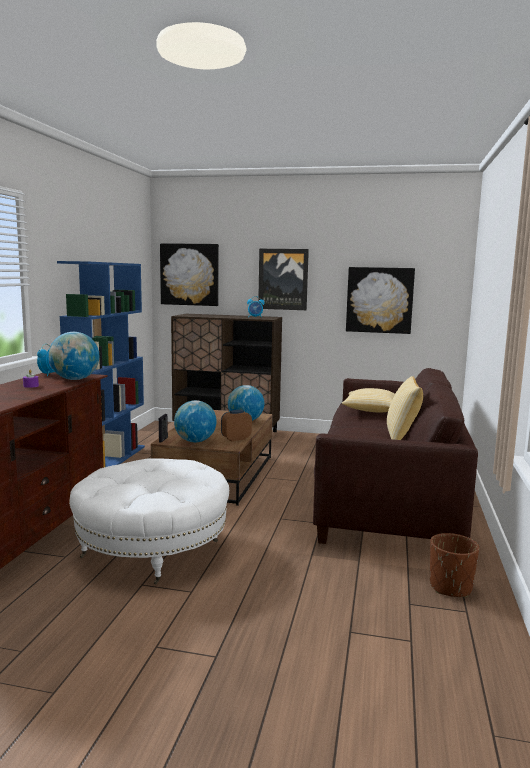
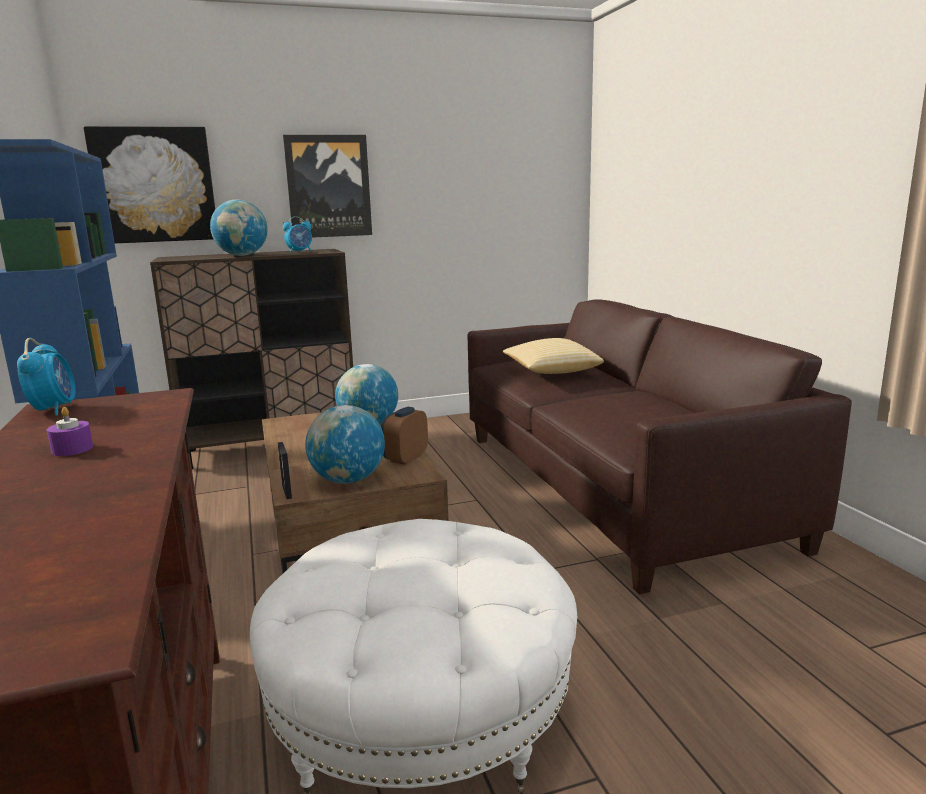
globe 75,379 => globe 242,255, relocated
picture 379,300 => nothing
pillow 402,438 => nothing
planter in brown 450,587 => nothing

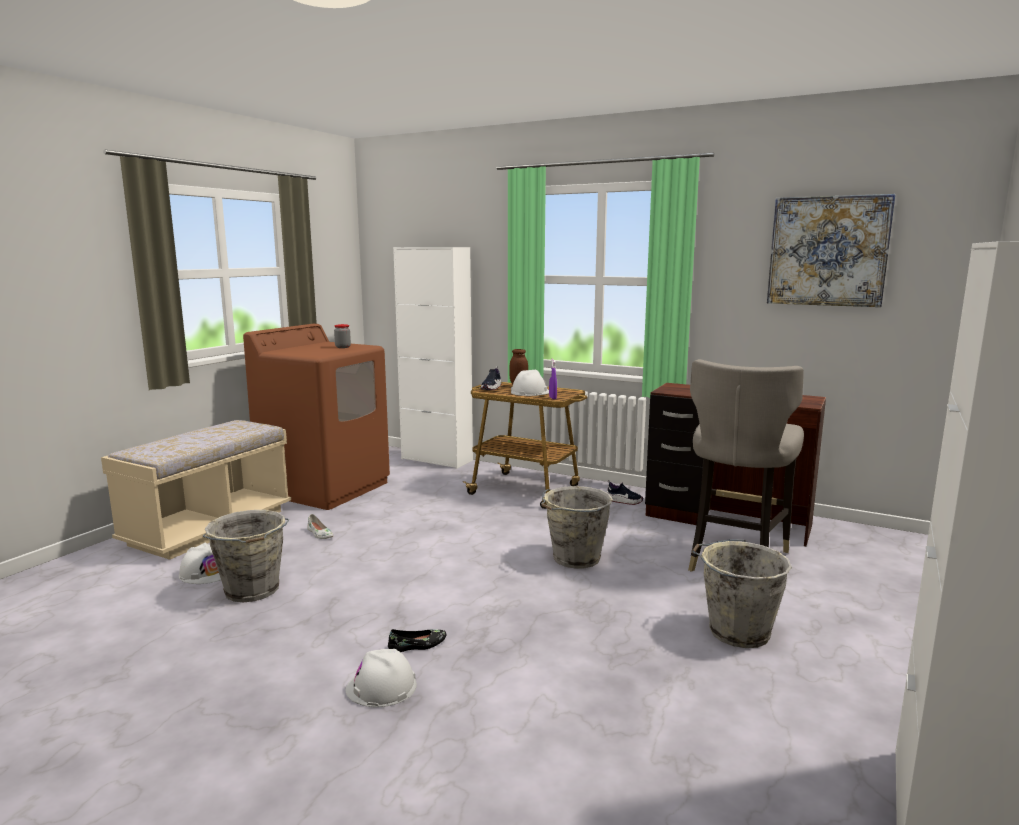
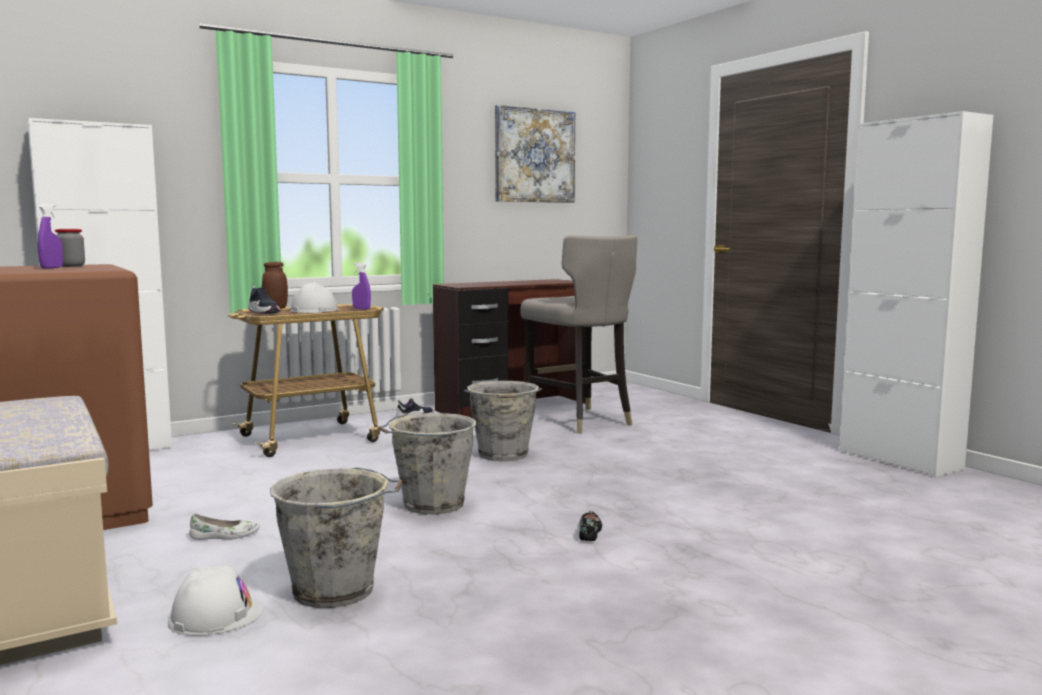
hard hat in white 381,687 => nothing
bucket in grey 736,631 => bucket in grey 431,504, relocated
nothing => spray bottle in purple 51,268

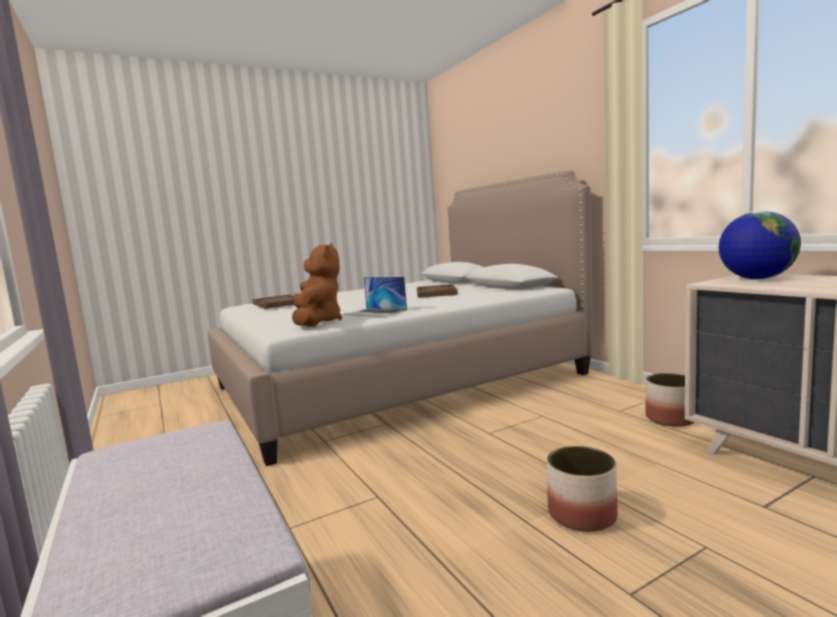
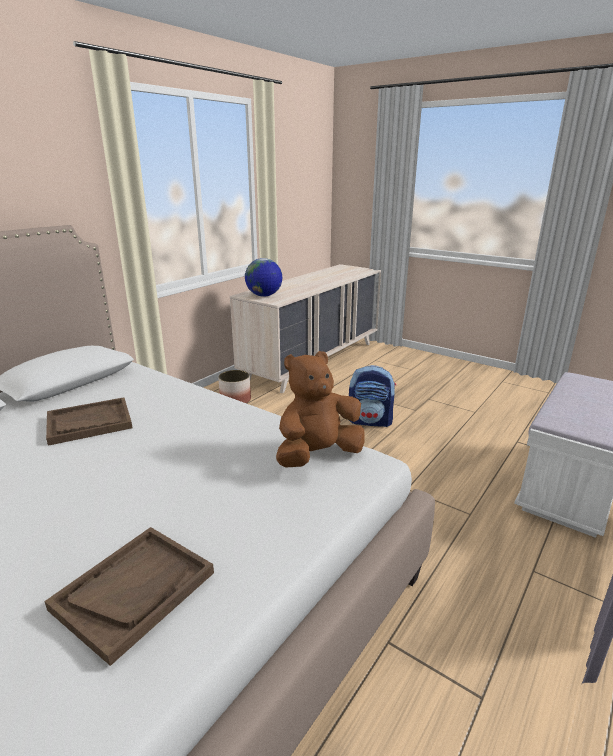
laptop 375,312 => nothing
planter 582,515 => backpack 370,421

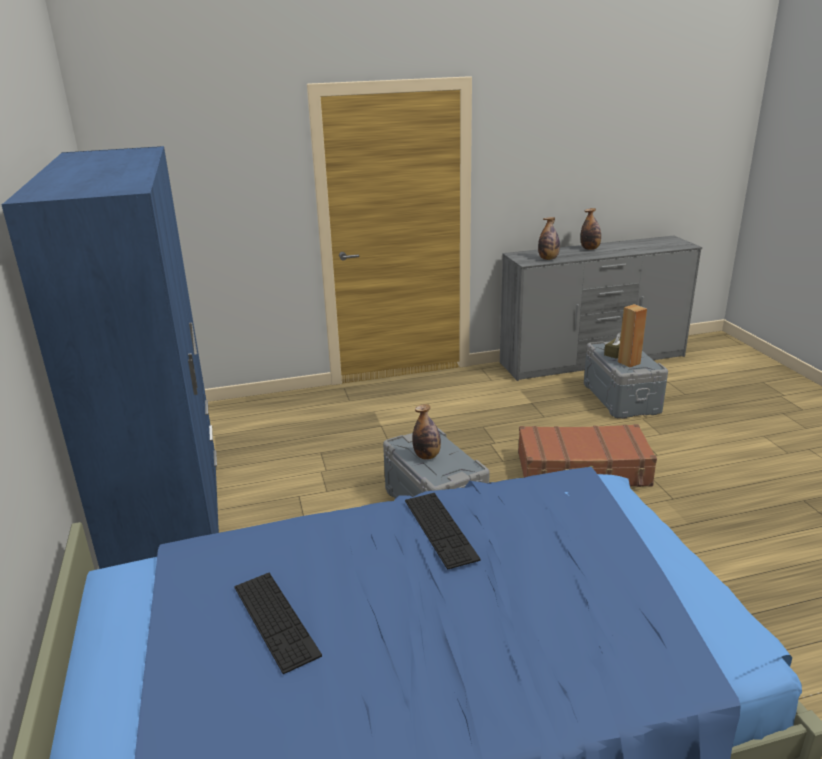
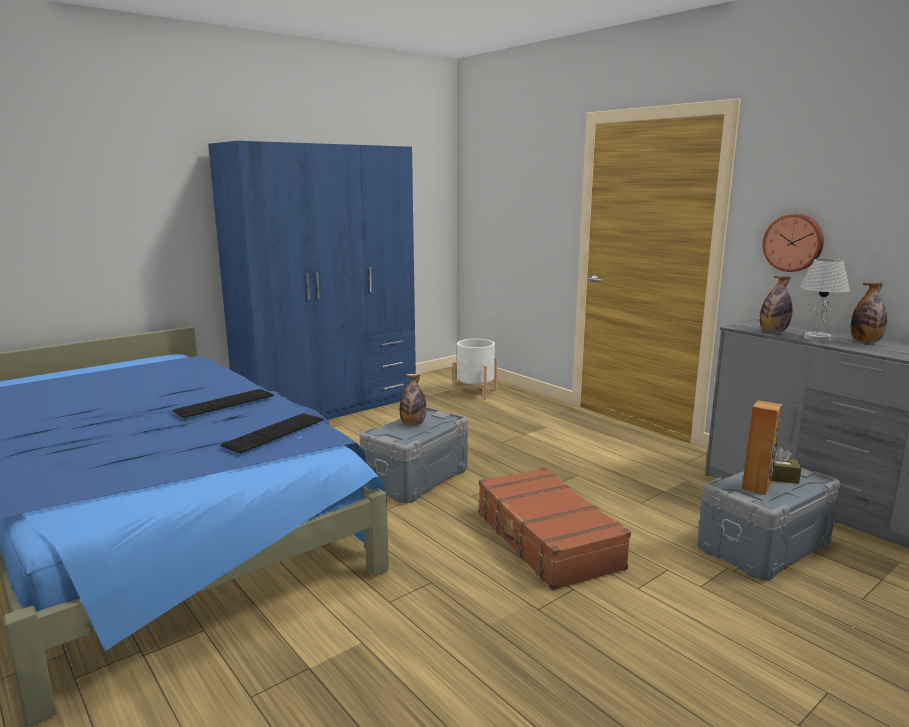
keyboard 275,620 => keyboard 274,432, relocated
nothing => planter in white 475,392
nothing => wall clock 793,242
nothing => table lamp in white 816,338

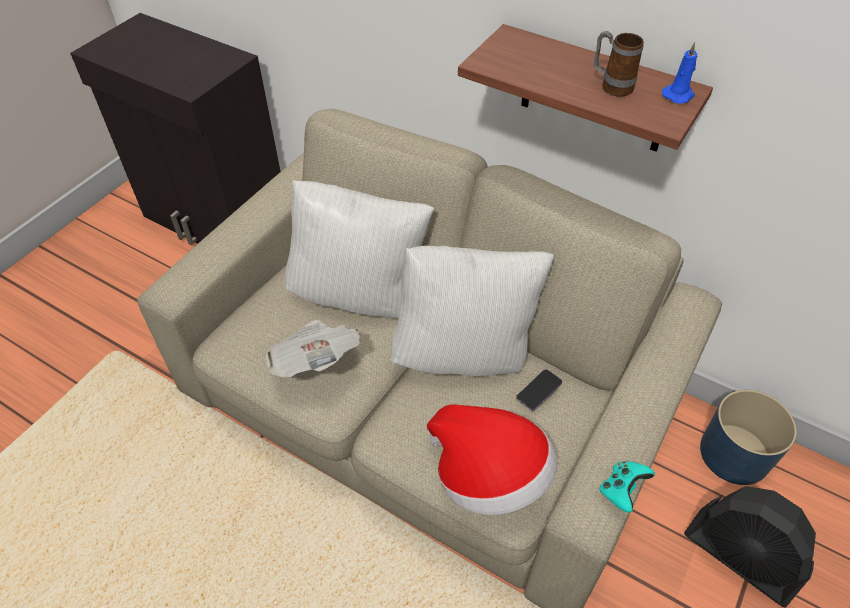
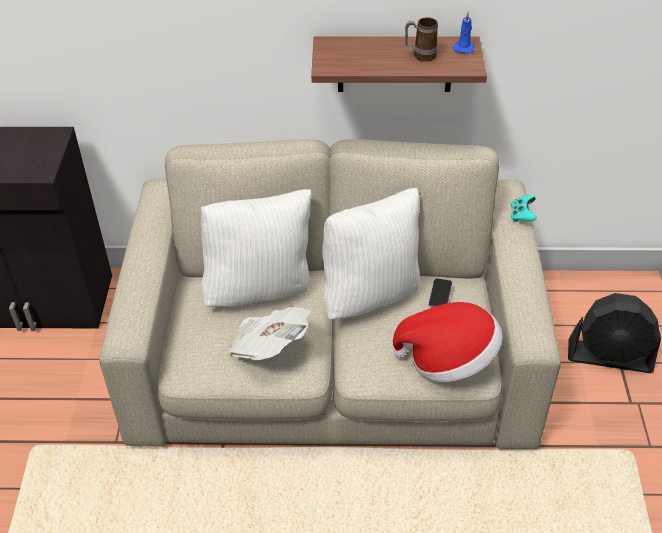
game controller in turquoise 622,490 => game controller in turquoise 522,215, relocated
planter in blue 735,454 => nothing

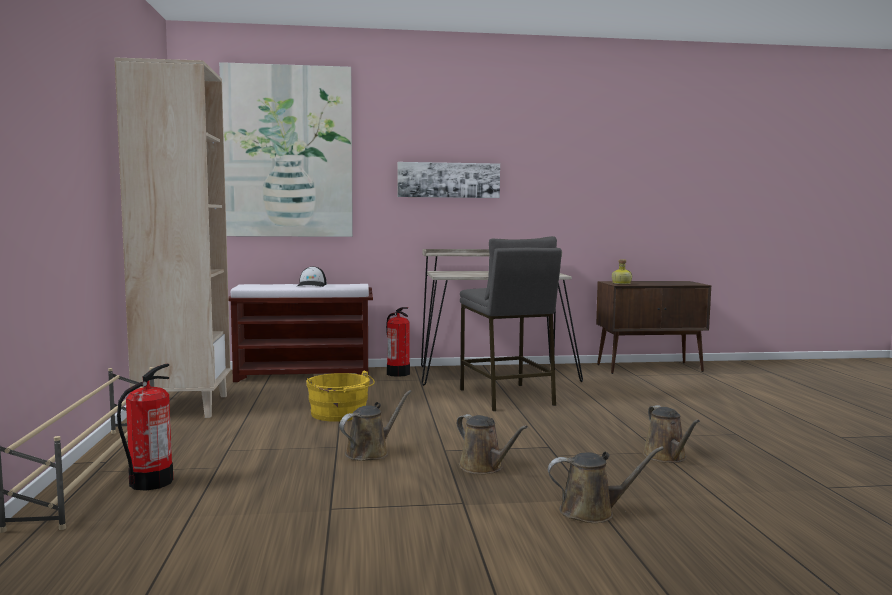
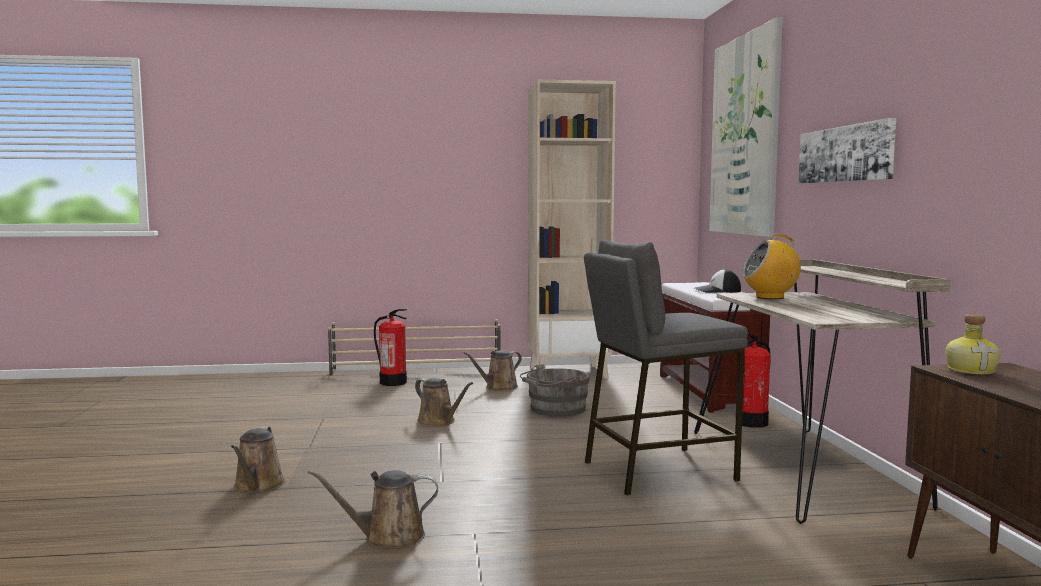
bucket in yellow 340,414 => bucket in grey 555,409
watering can in brown 484,467 => watering can in brown 498,387, relocated
nothing => radio 770,297

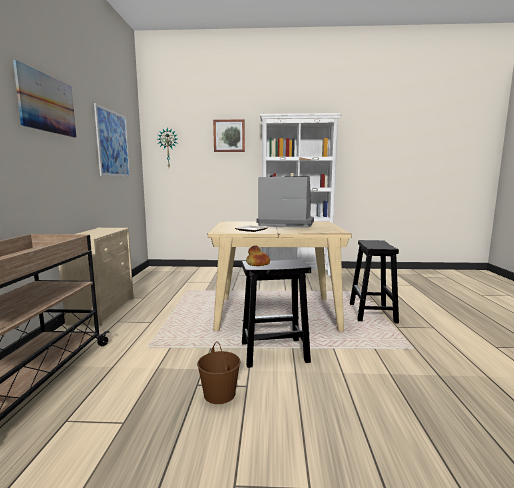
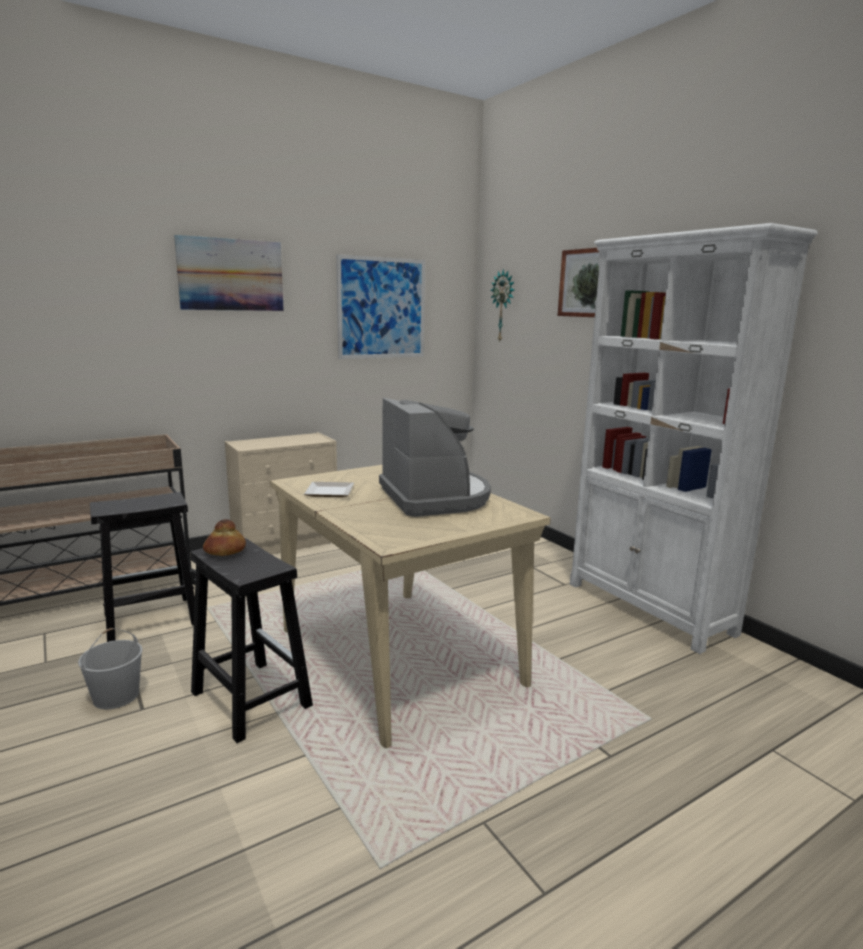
bucket in brown 219,393 => bucket in white 116,695
stool in black 372,313 => stool in black 149,619, relocated

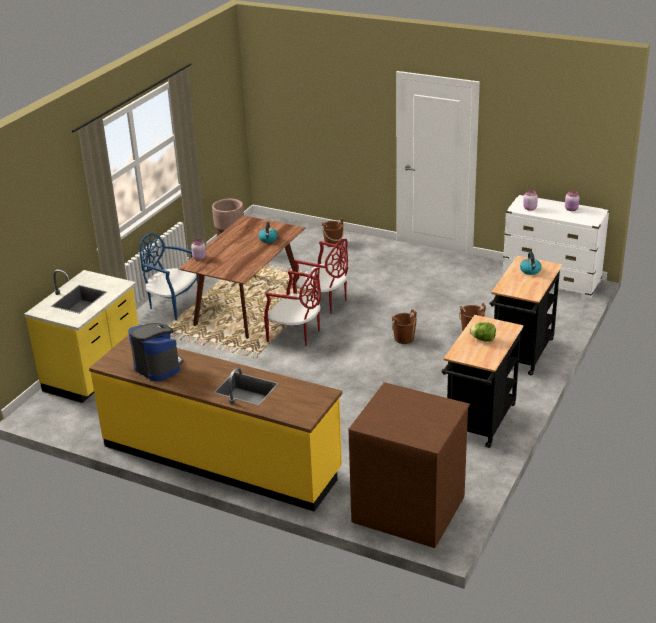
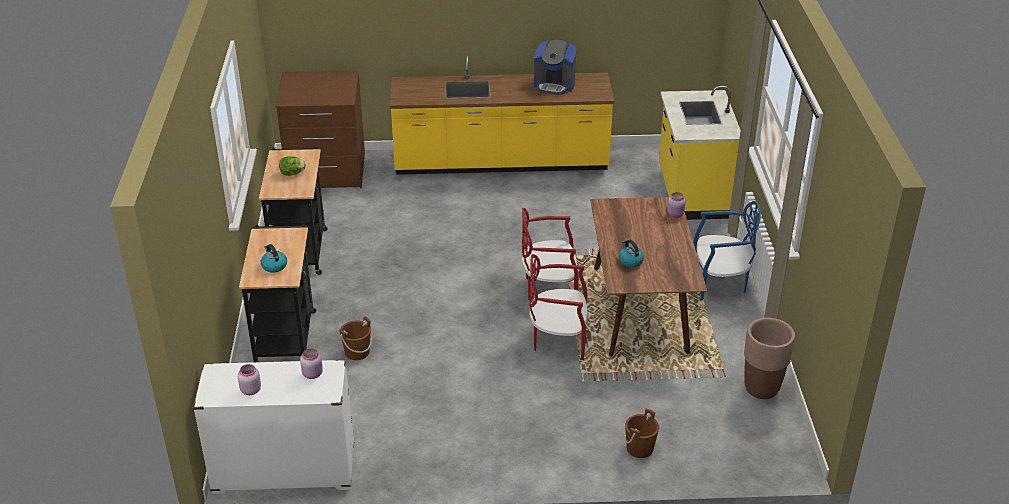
bucket in brown 404,338 => nothing

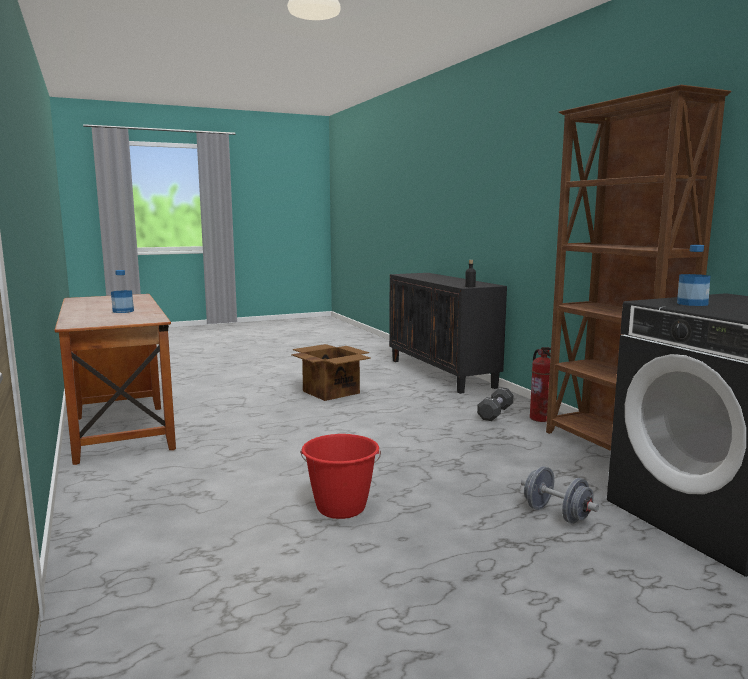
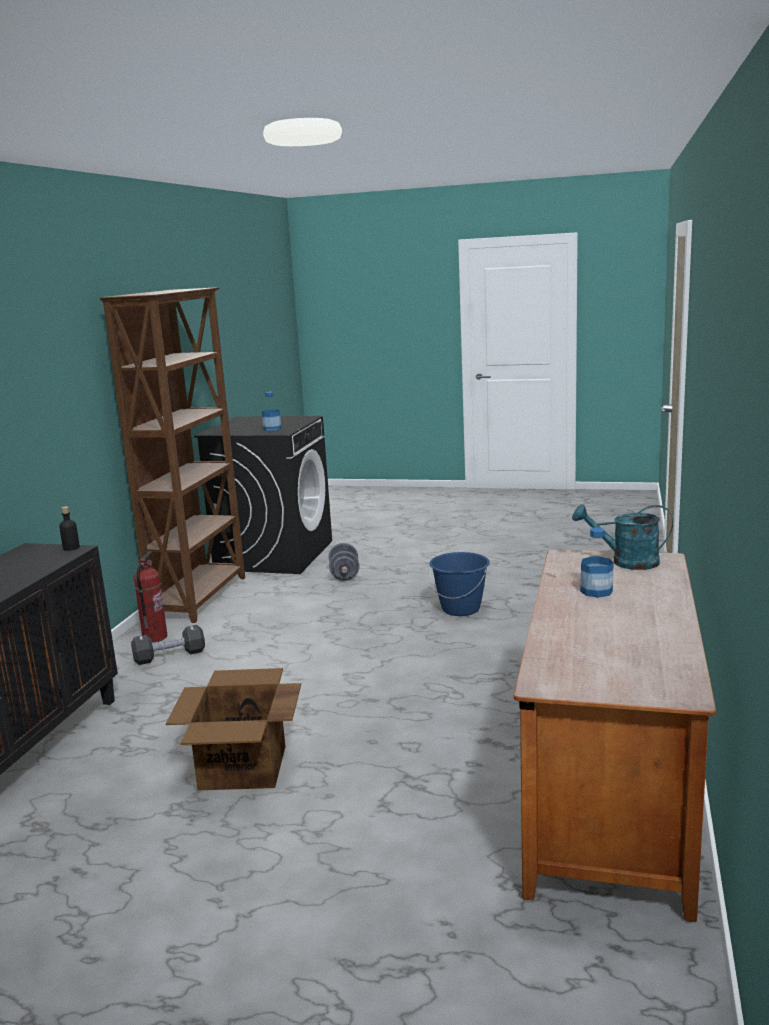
bucket in red 341,508 => bucket in blue 461,609
nothing => watering can in turquoise 626,562

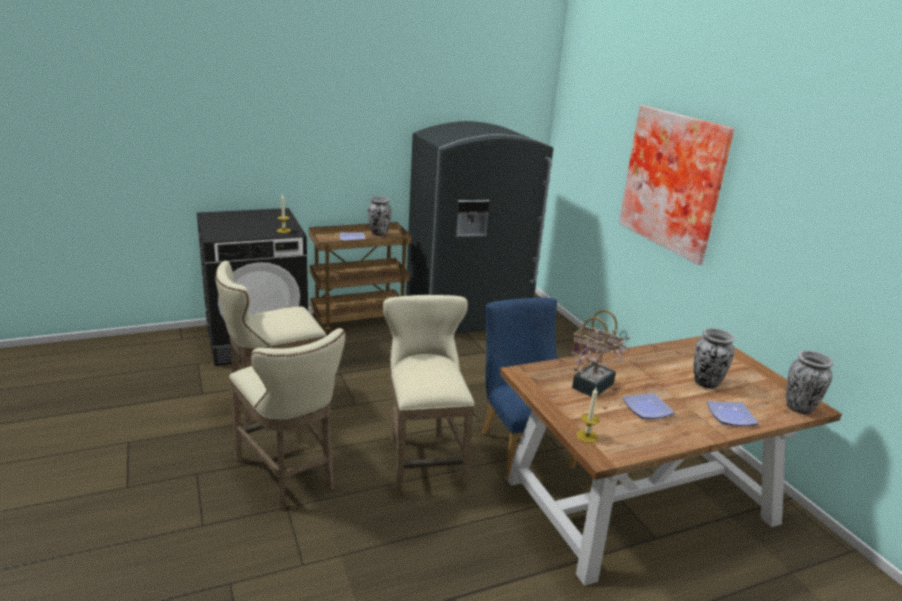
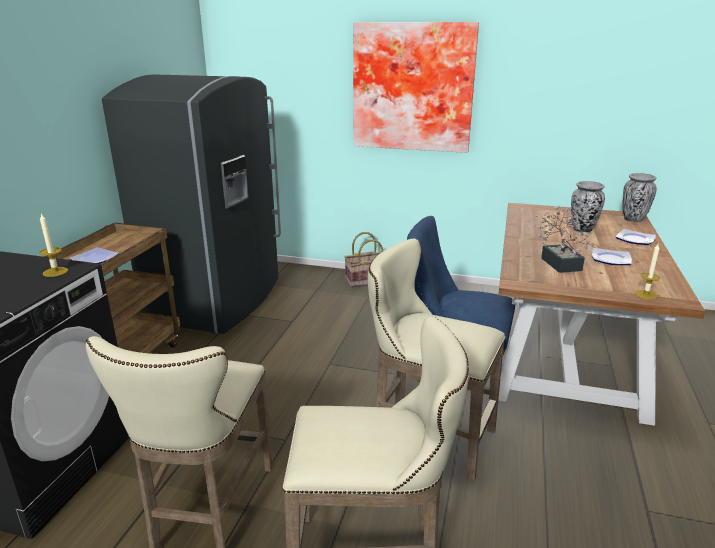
vase 379,234 => nothing

